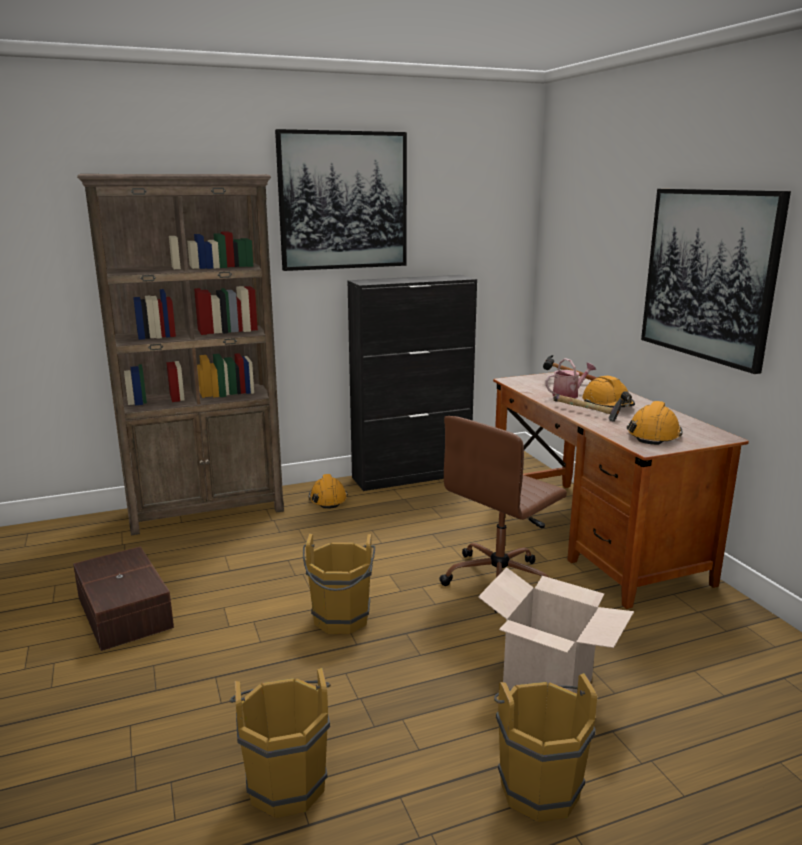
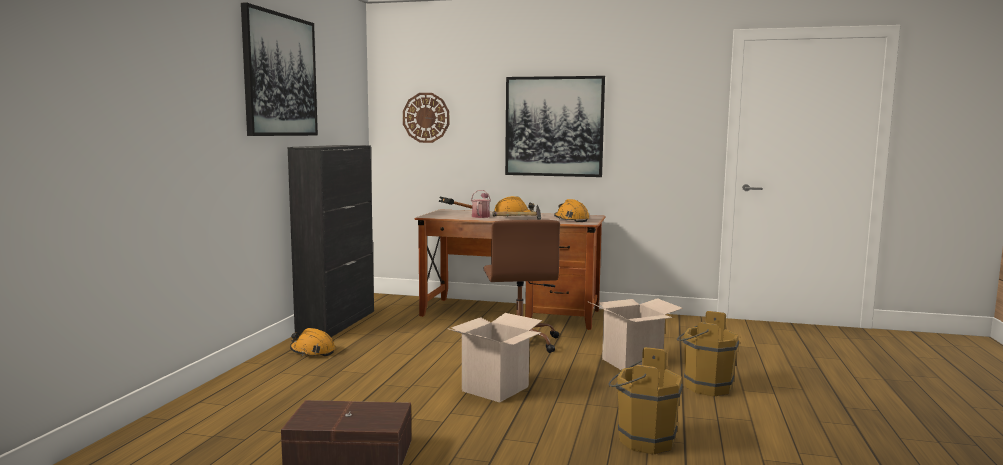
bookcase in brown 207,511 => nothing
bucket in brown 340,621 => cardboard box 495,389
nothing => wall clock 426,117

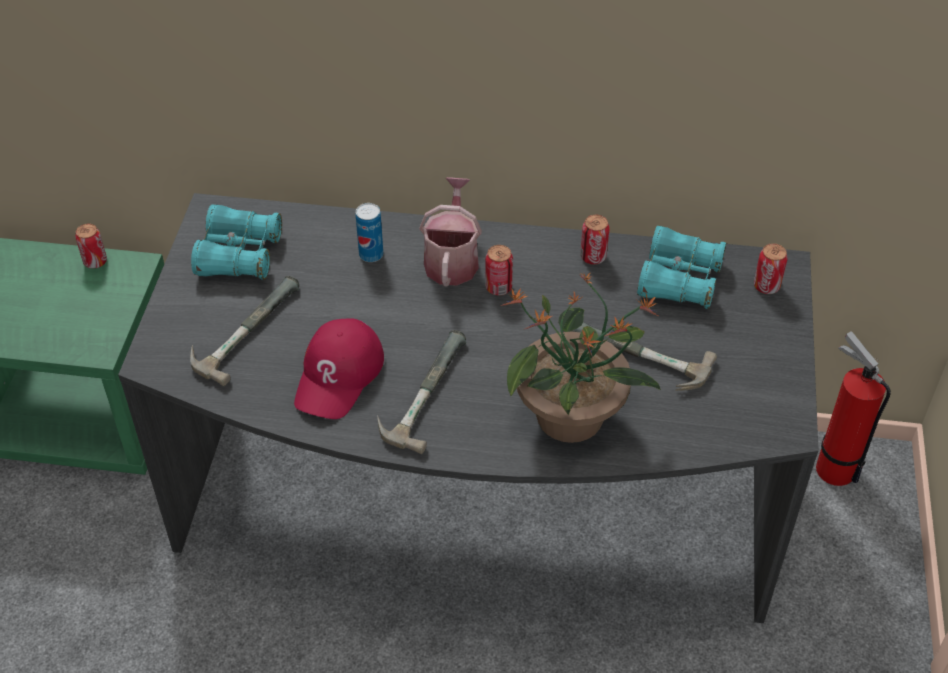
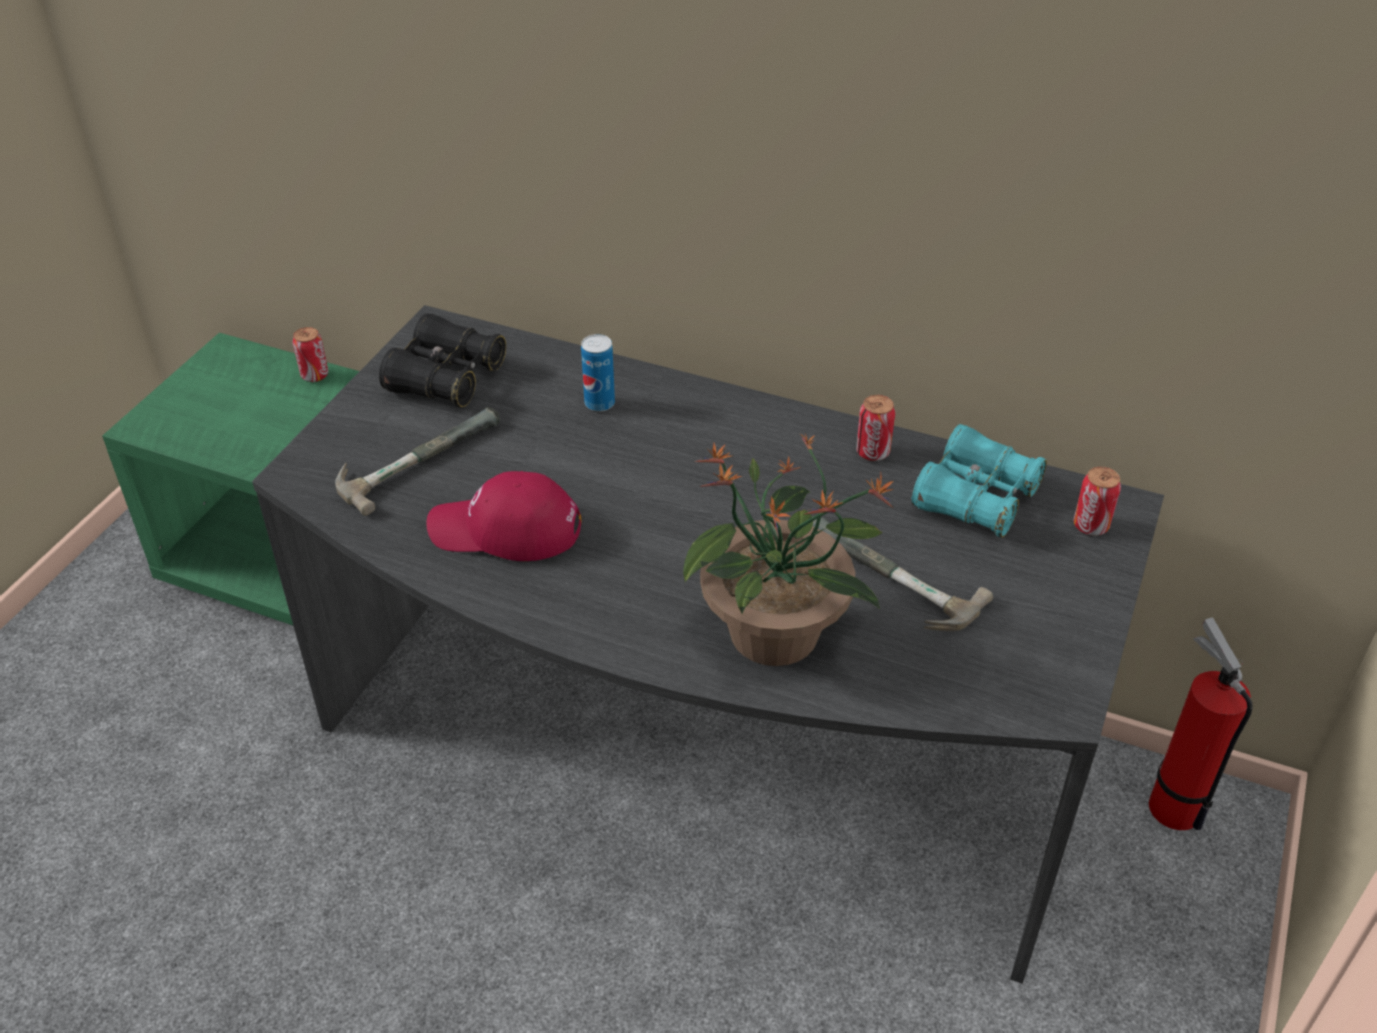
binoculars in turquoise 239,255 => binoculars in black 445,378
cap in red 339,375 => cap in red 505,529, 60 degrees clockwise
hammer 420,390 => nothing
watering can 452,259 => nothing
can 498,287 => nothing

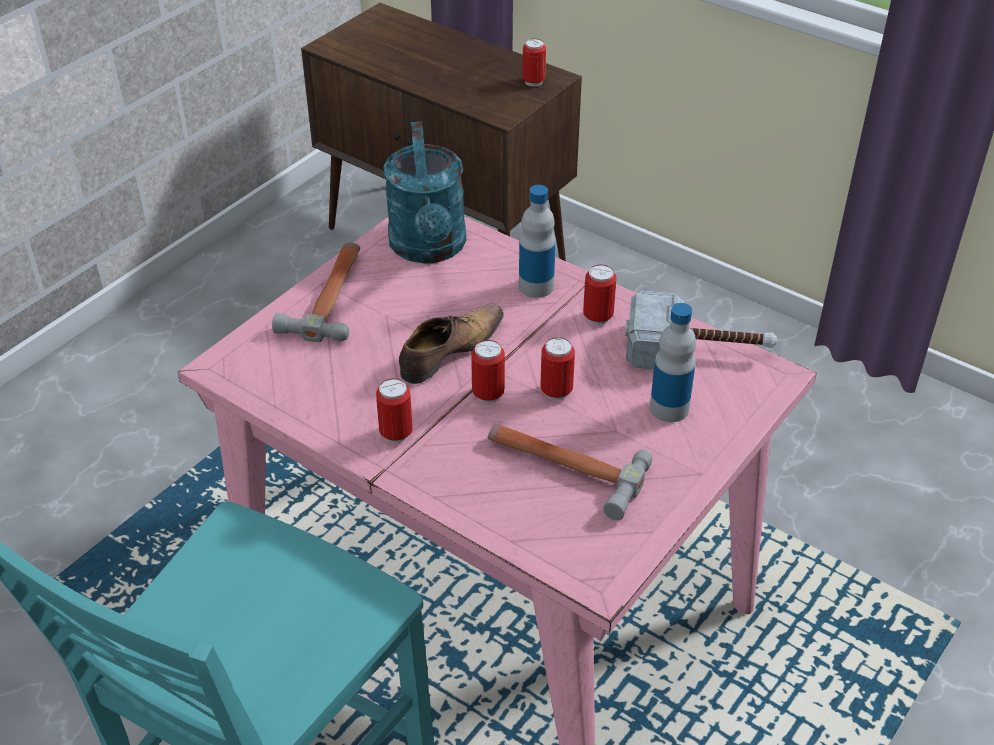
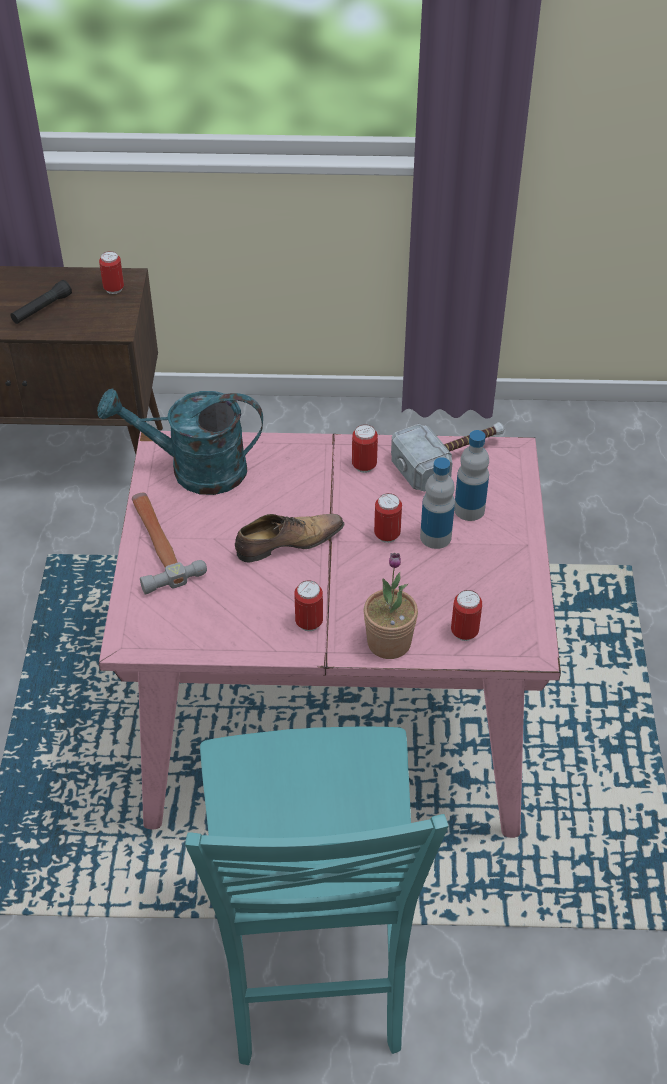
watering can in turquoise 429,249 => watering can in turquoise 194,470, 135 degrees clockwise
shoe 449,351 => shoe 287,543, 60 degrees clockwise
can 488,394 => can 464,632, relocated
hammer 563,466 => nothing
bottle 536,286 => bottle 435,537, relocated
nothing => flashlight in black 42,309
nothing => potted plant 389,642

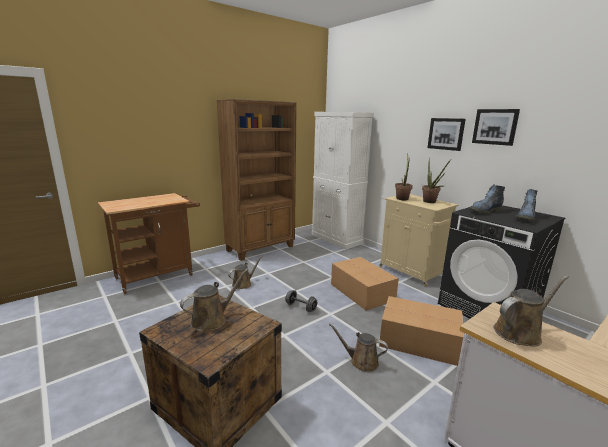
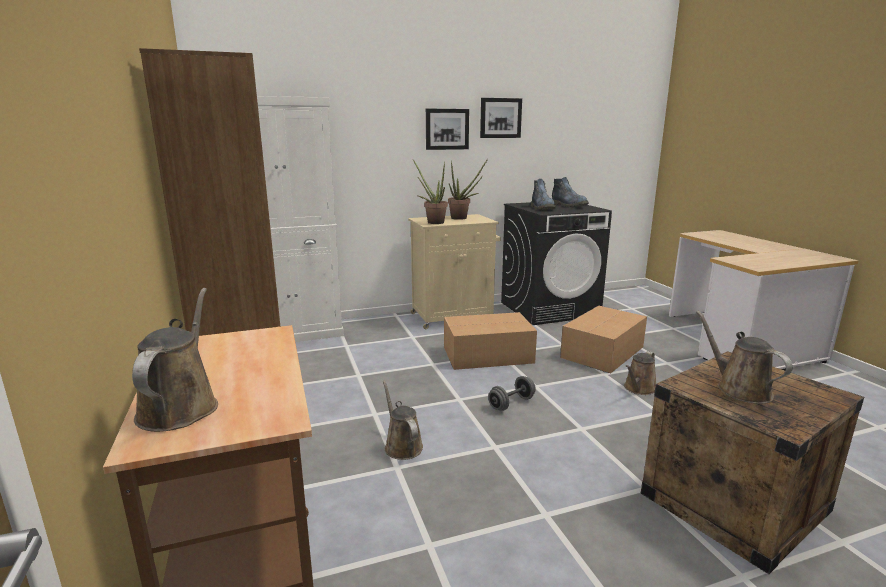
watering can in brown 520,332 => watering can in brown 181,406, relocated

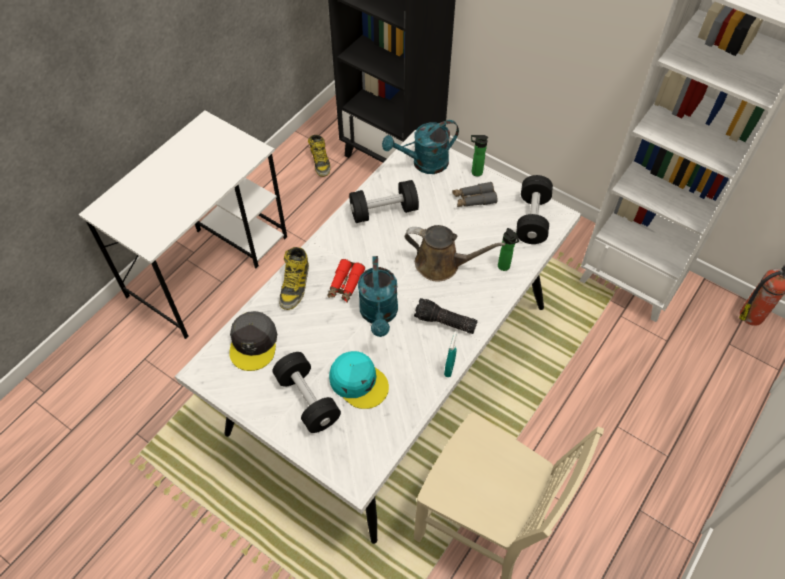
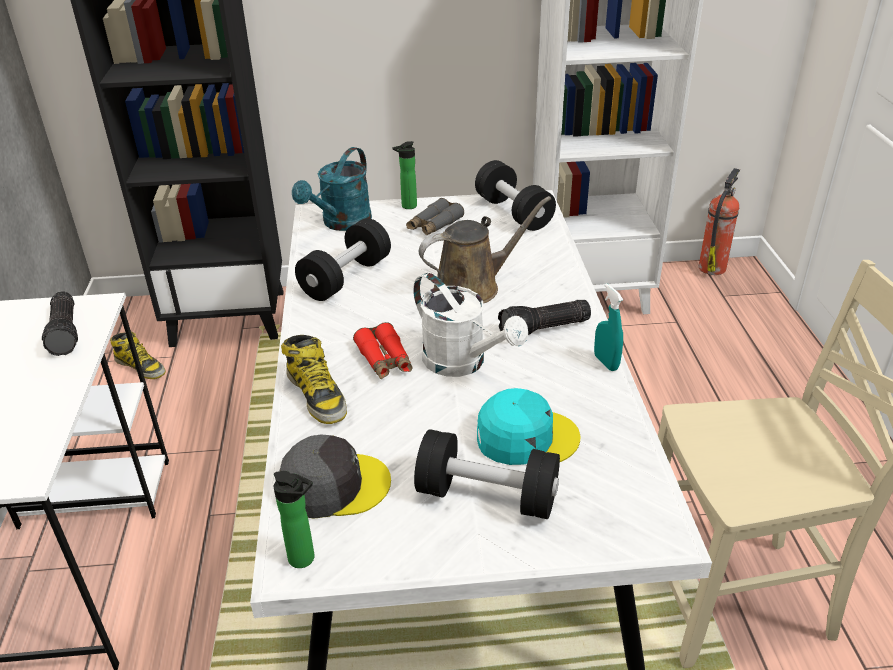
cap in grey 254,343 => cap in grey 334,485, 60 degrees counterclockwise
watering can in turquoise 379,314 => watering can in white 463,363
bottle 504,267 => bottle 305,559, relocated
nothing => flashlight 66,332

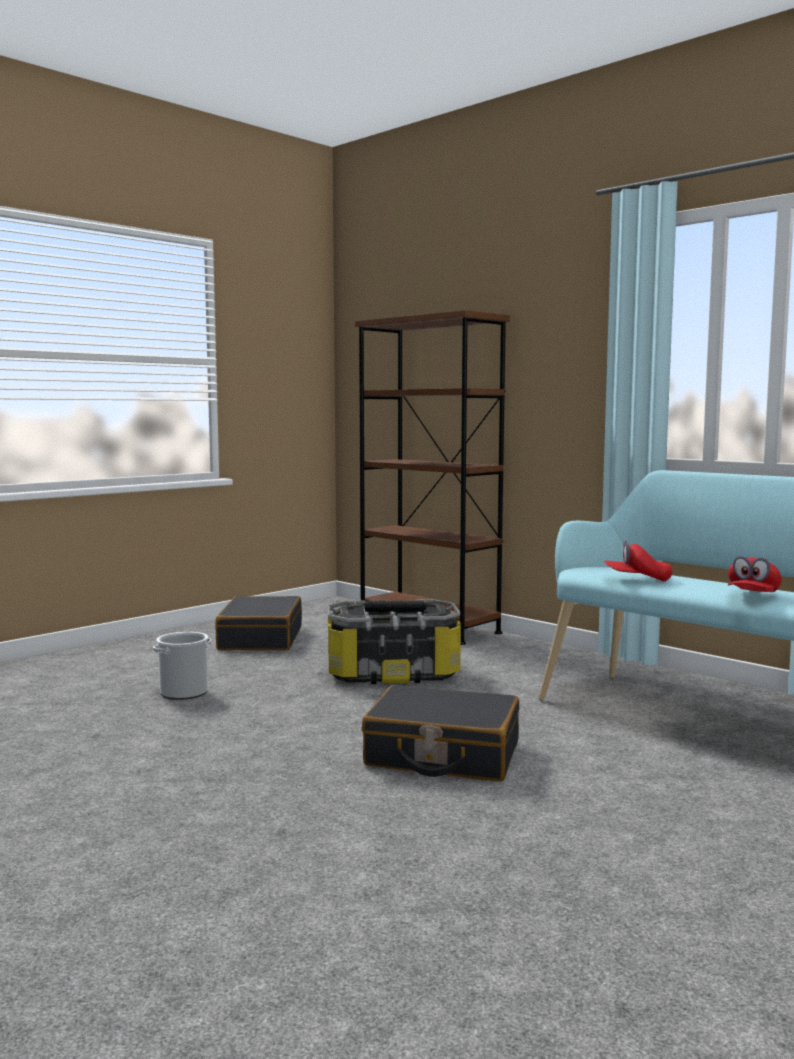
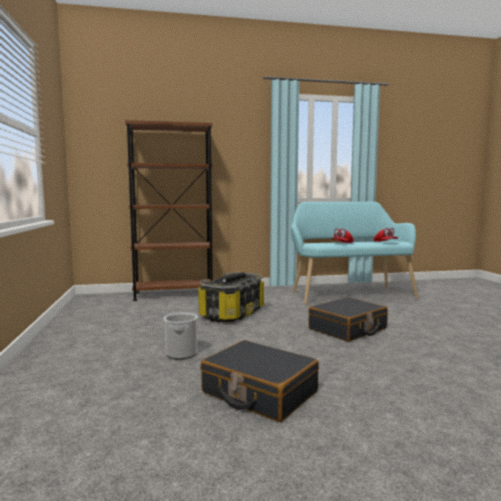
suitcase in black 260,638 => suitcase in black 259,393, relocated

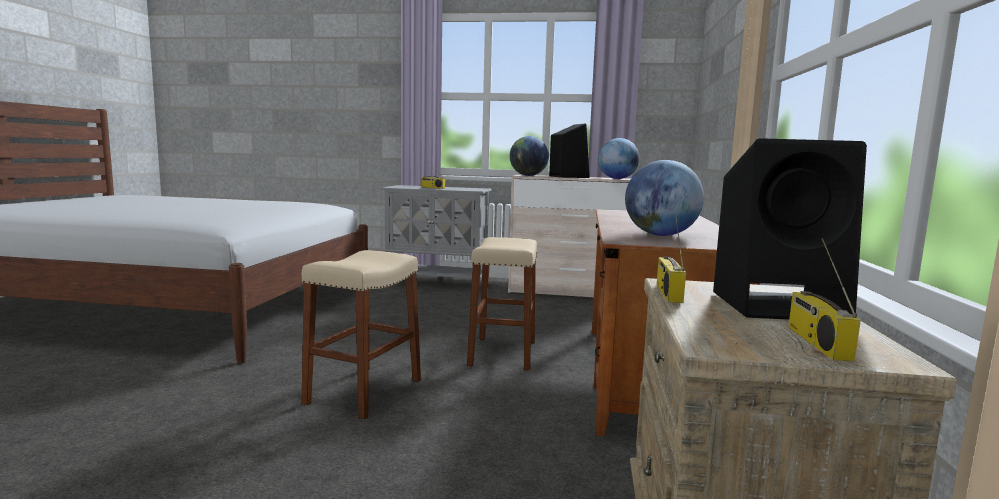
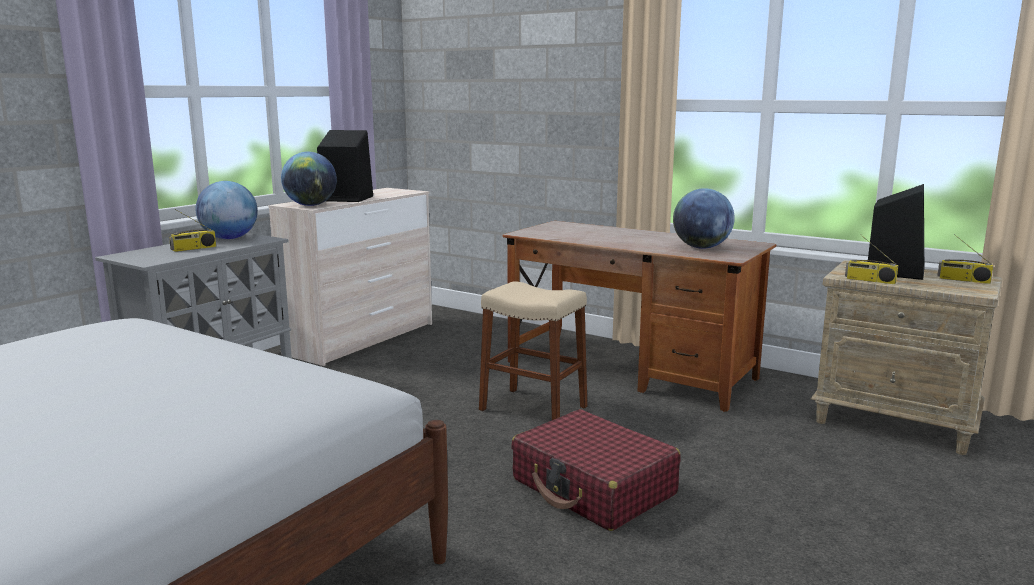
stool in beige 364,391 => suitcase in red 593,487
globe 617,179 => globe 229,238, relocated

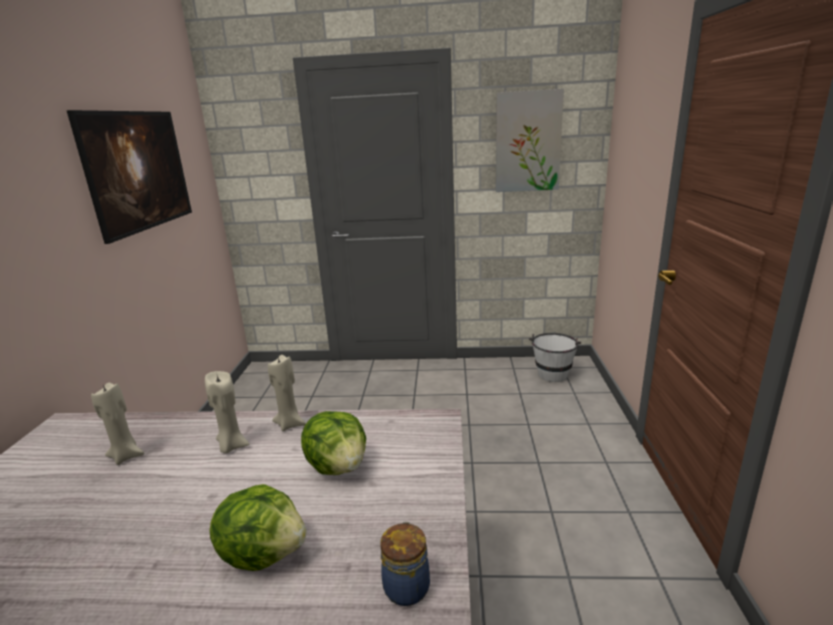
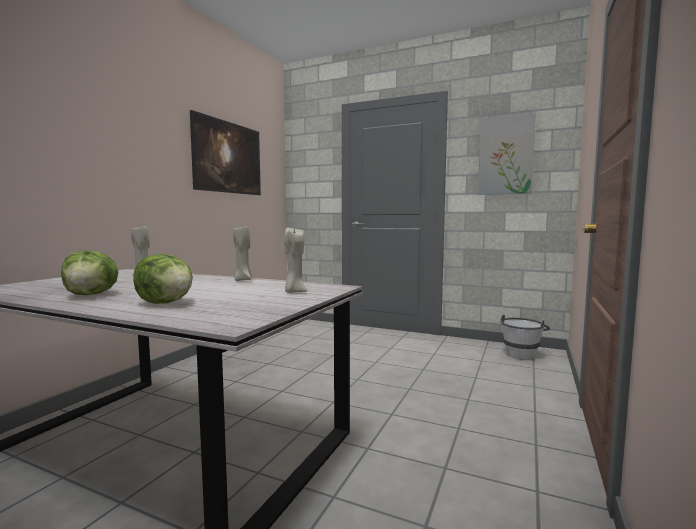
candle in beige 231,446 => candle in beige 294,292, relocated
lettuce 338,466 => lettuce 91,295, relocated
jar 407,585 => nothing

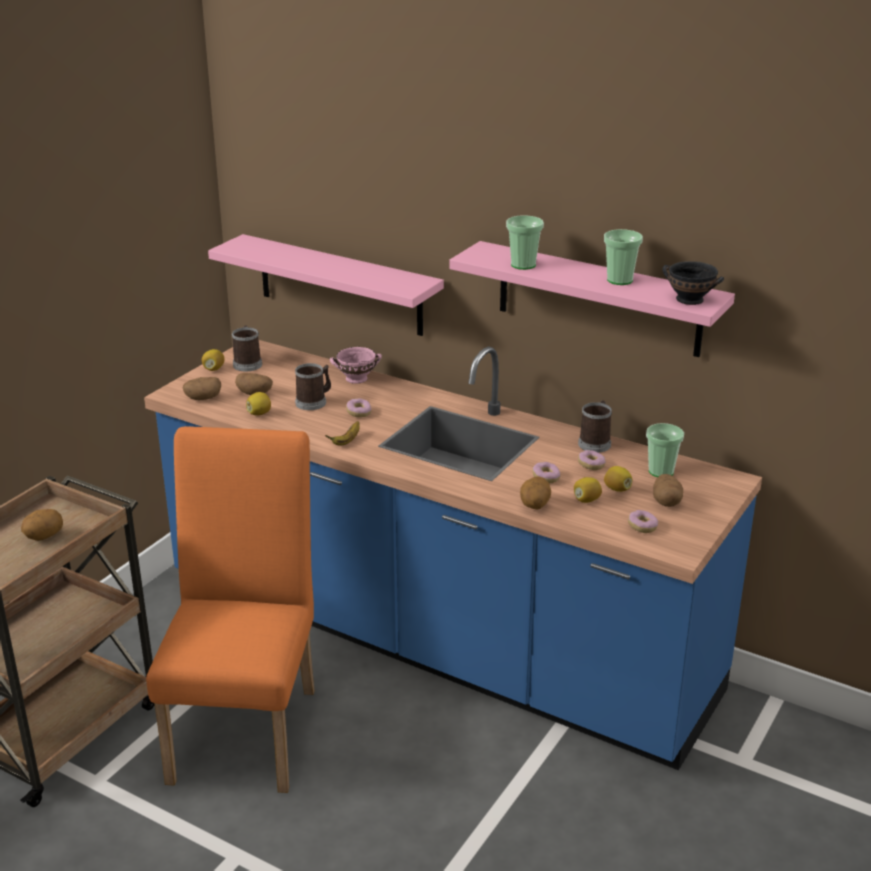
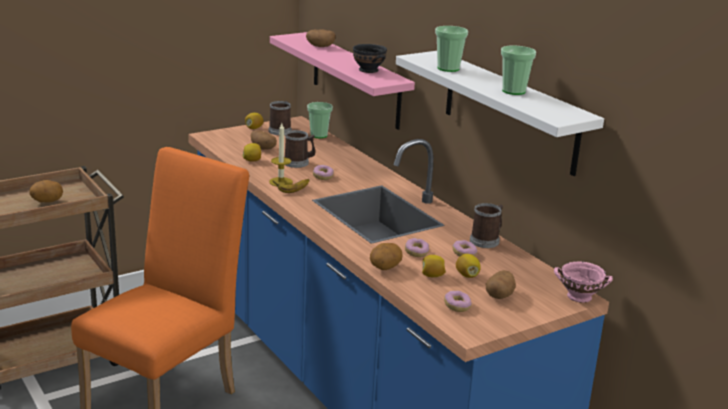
potato 203,398 => potato 320,46, relocated
bowl in pink 355,378 => bowl in pink 578,296, relocated
shelf in pink 598,299 => shelf in white 510,111
cup 661,471 => cup 319,135, relocated
bowl in black 689,299 => bowl in black 368,70, relocated
nothing => candle 281,182

